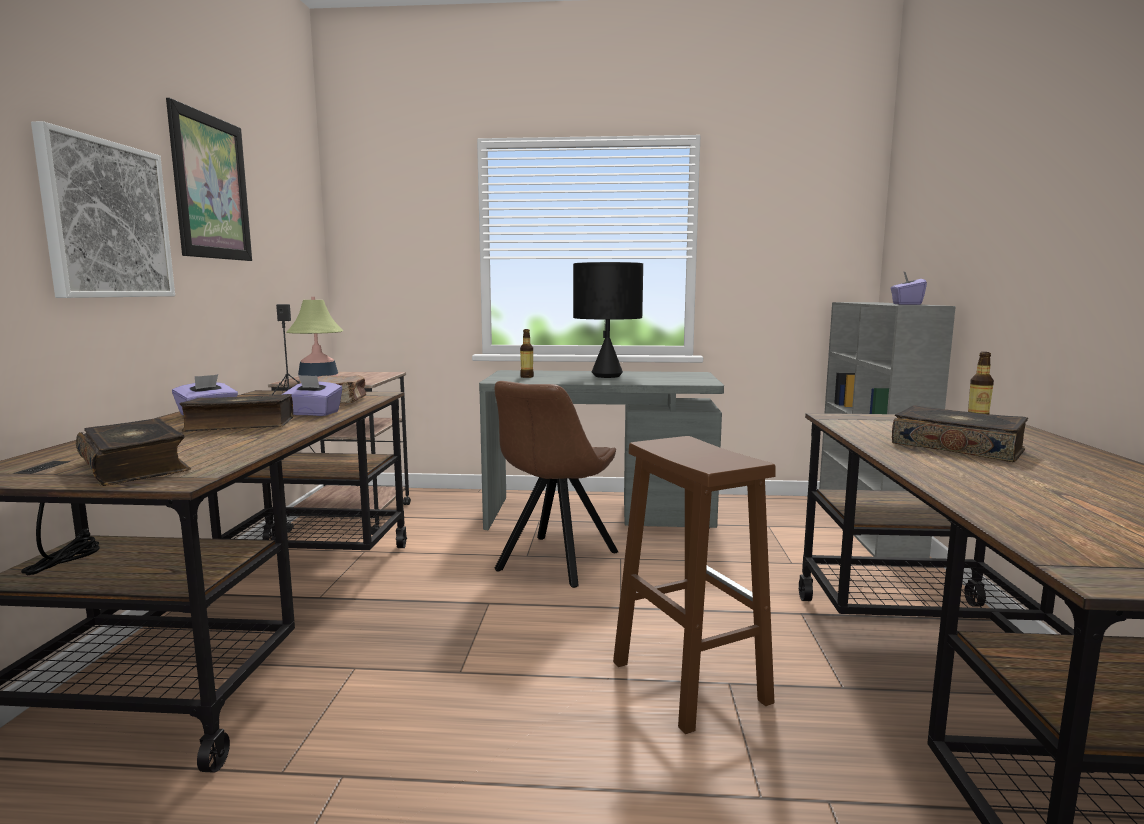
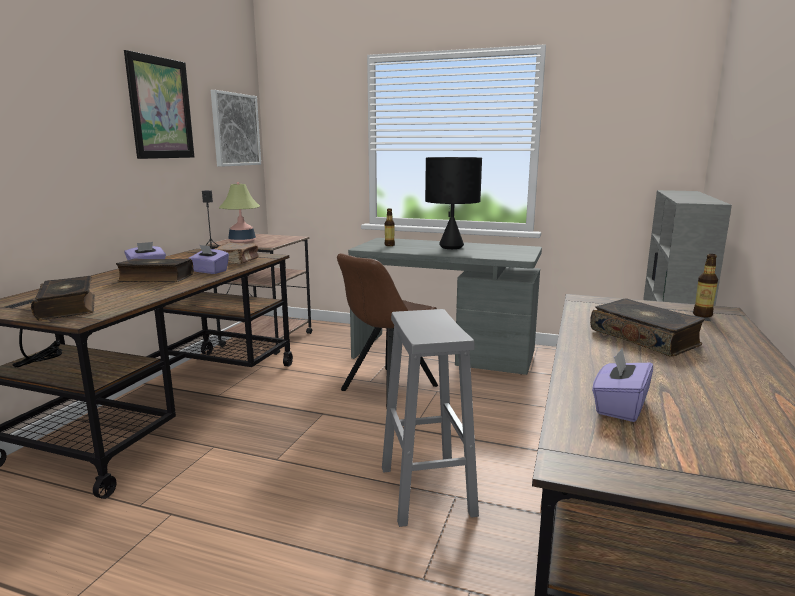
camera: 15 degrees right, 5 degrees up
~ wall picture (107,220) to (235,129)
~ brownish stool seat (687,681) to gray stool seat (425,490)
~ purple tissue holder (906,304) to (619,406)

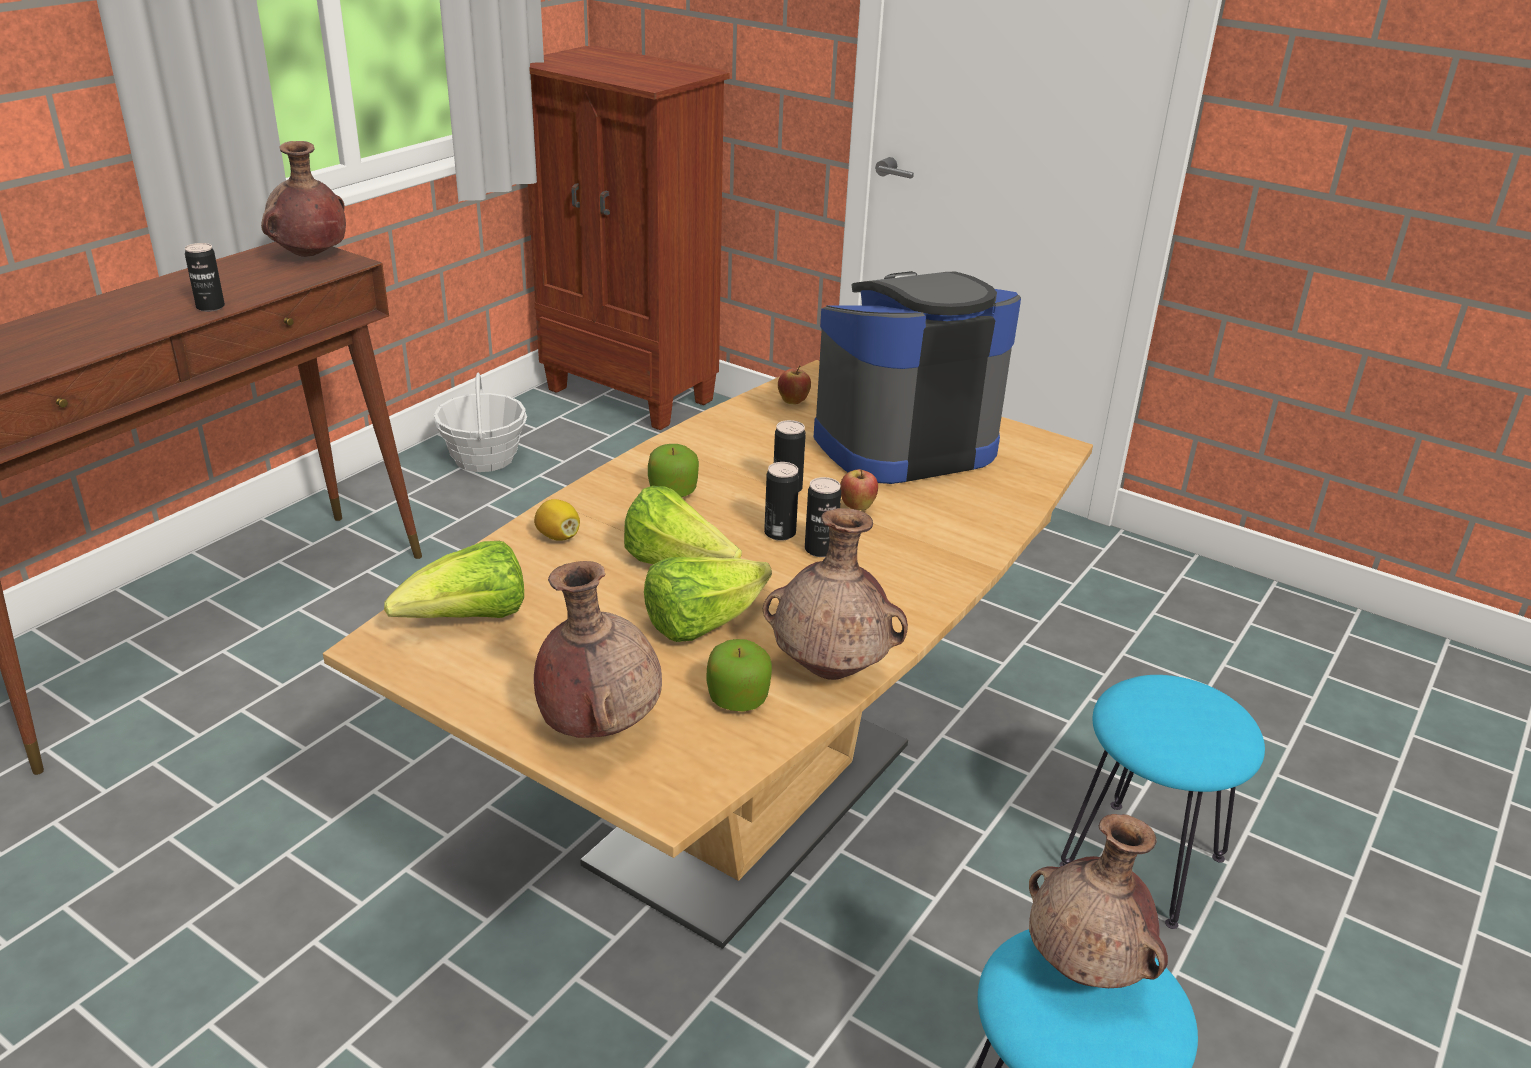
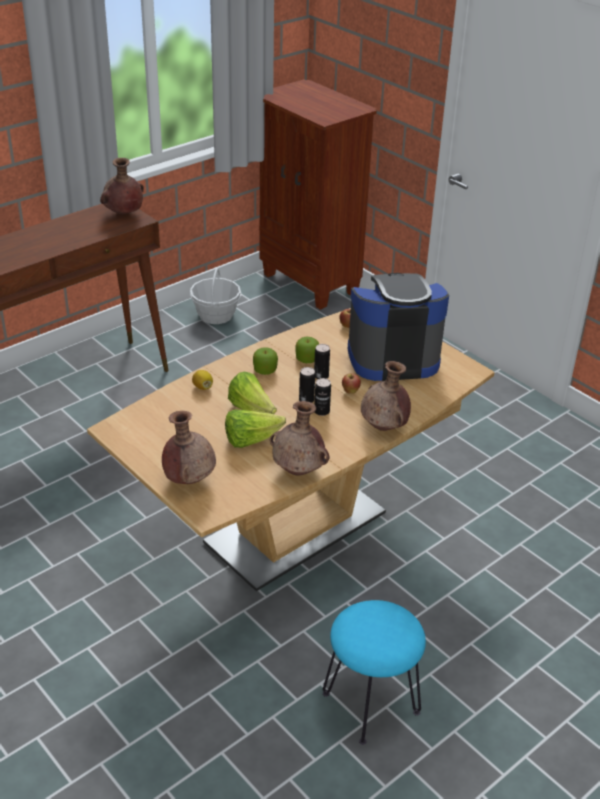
camera: 15 degrees right, 5 degrees up
~ whole apple (738,698) to (307,359)
~ brownish flower vase (1085,968) to (384,427)
- metal can (210,307)
- lettuce head (468,620)
- blue-green stool seat (1142,862)

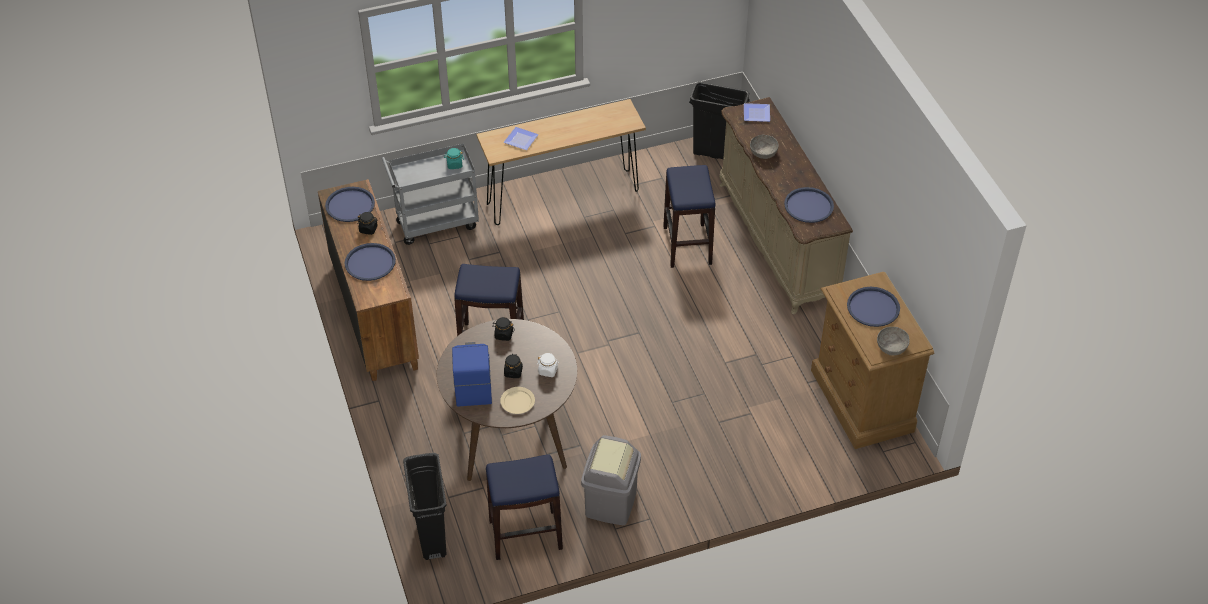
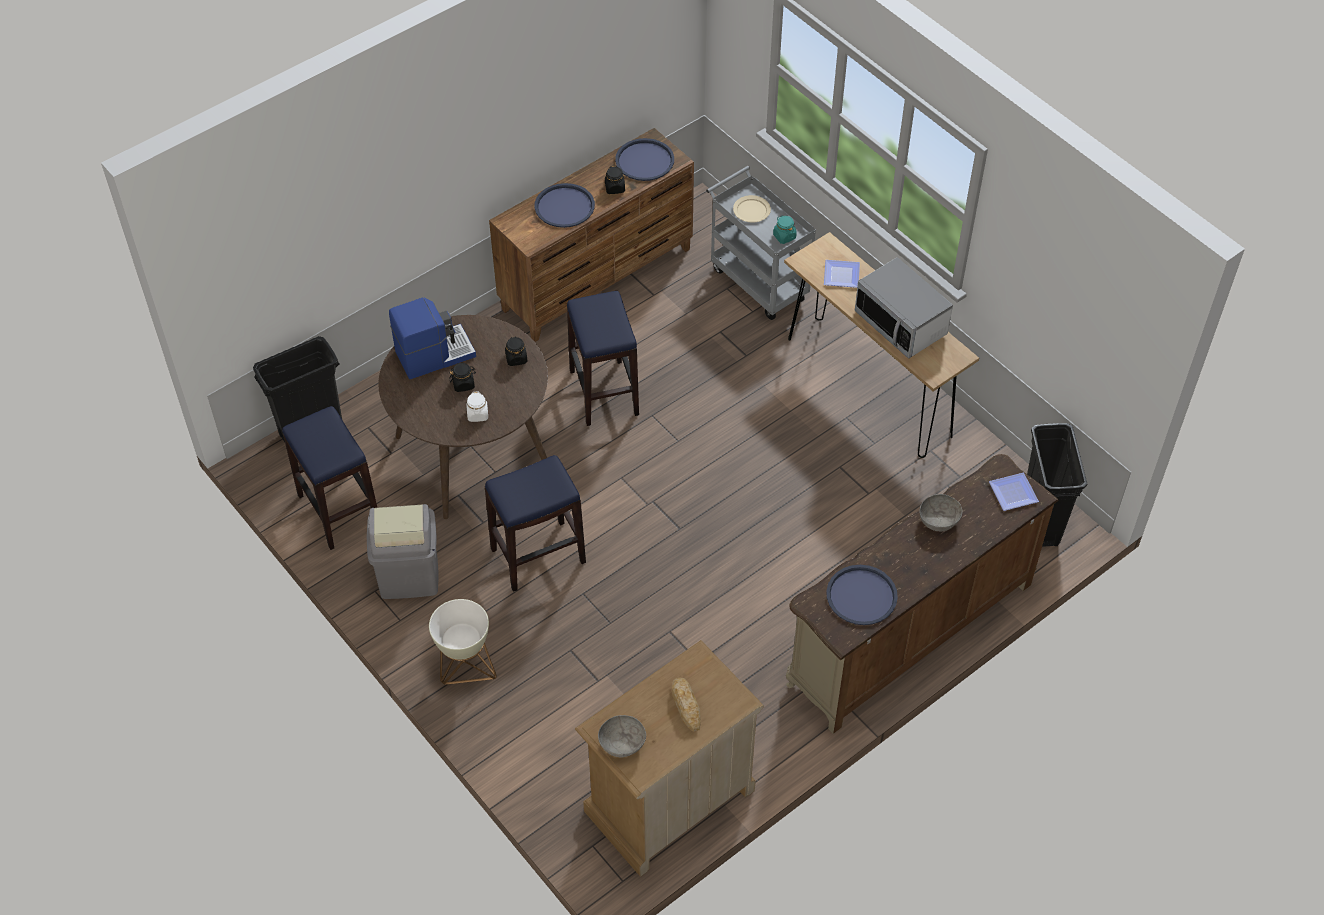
camera: 70 degrees right, 5 degrees up
+ planter (465,667)
~ stool seat (687,246) to (538,556)
~ bluish serving tray (873,307) to bakery bread (686,706)
~ beige-coloured plate (517,402) to (751,210)
+ microwave oven (901,324)

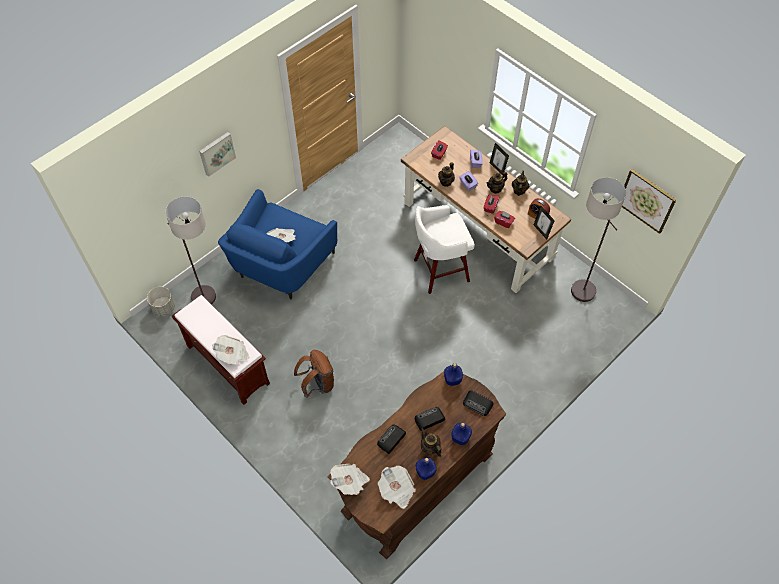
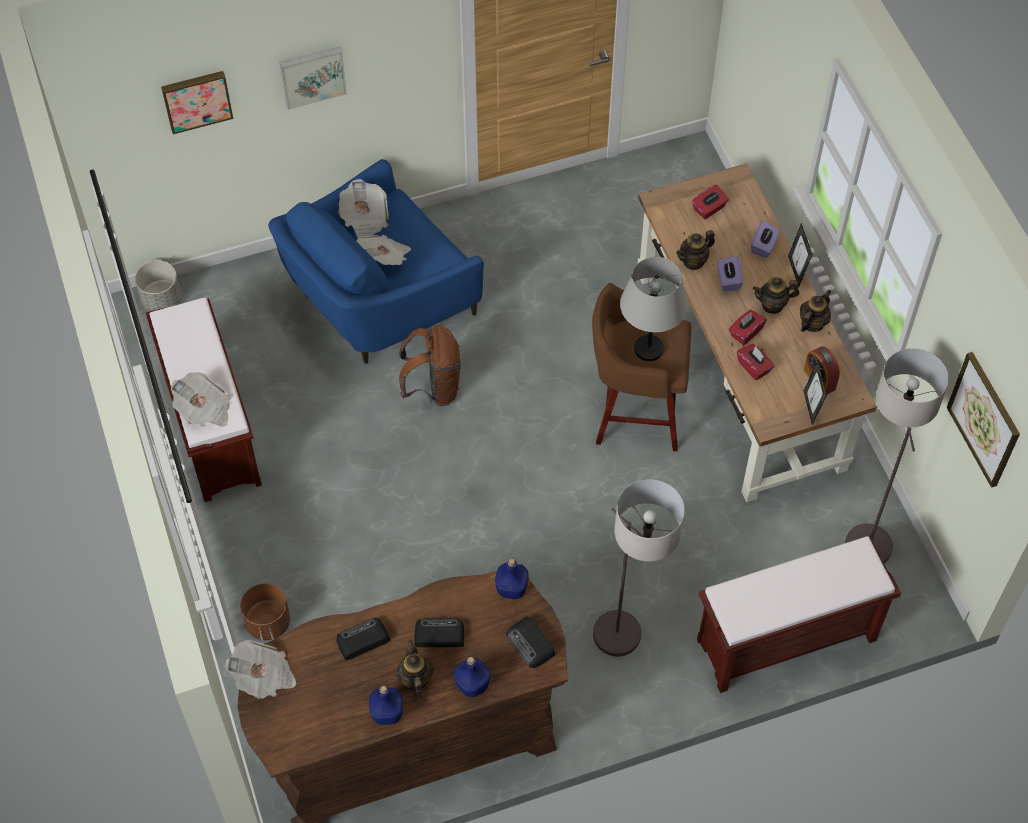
camera: 25 degrees right, 0 degrees up
+ wall picture (196,100)
+ brownish planter (267,622)
~ daily paper (396,490) to (364,219)
~ brownish knapsack (317,384) to (433,388)
~ white-coloured stool seat (439,271) to brownish stool seat (635,413)
~ gray floor lamp (210,299) to (627,644)
+ gray lamp for a table (649,349)
+ brownish indoor bench (784,641)

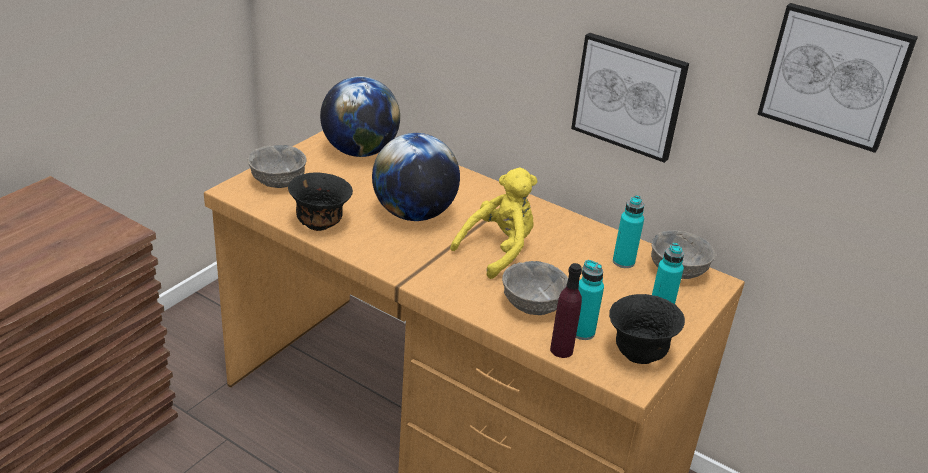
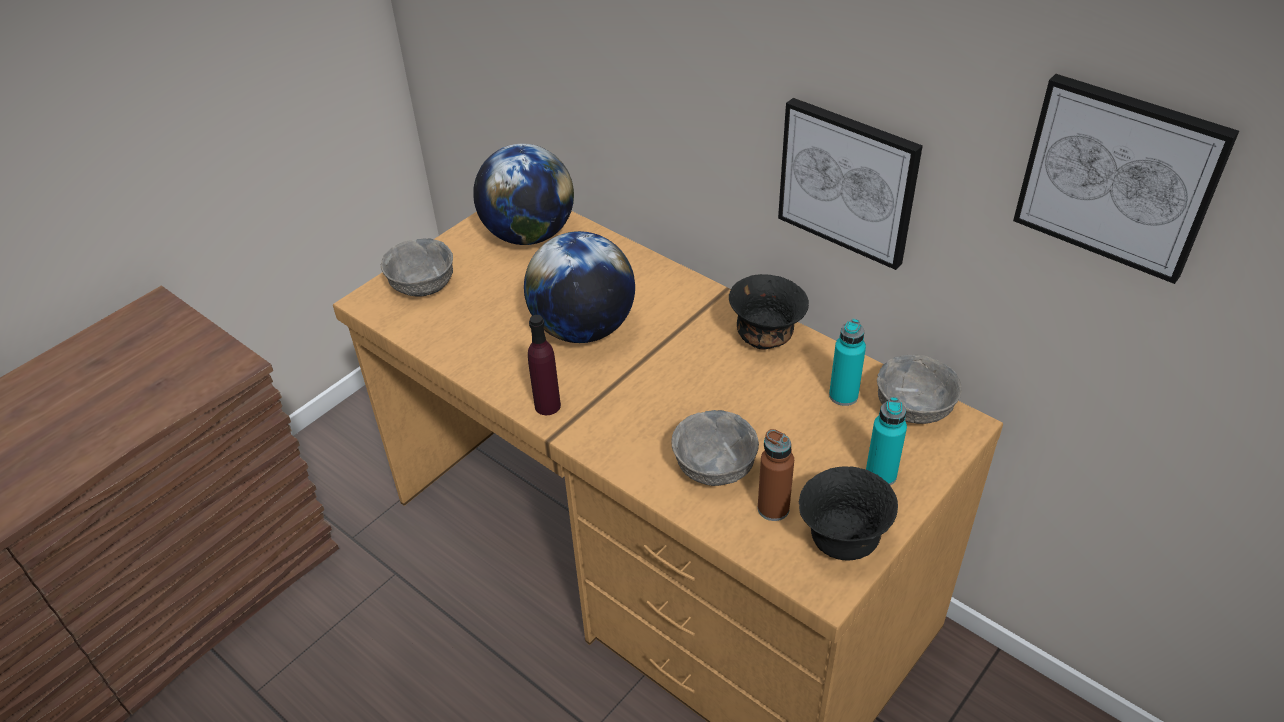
camera: 10 degrees right, 10 degrees up
~ purple drink bottle (561,350) to (547,406)
~ black serving bowl (320,224) to (765,338)
~ blue-green drink bottle (582,332) to brownish drink bottle (773,508)
- yellow-coloured plush toy (498,251)

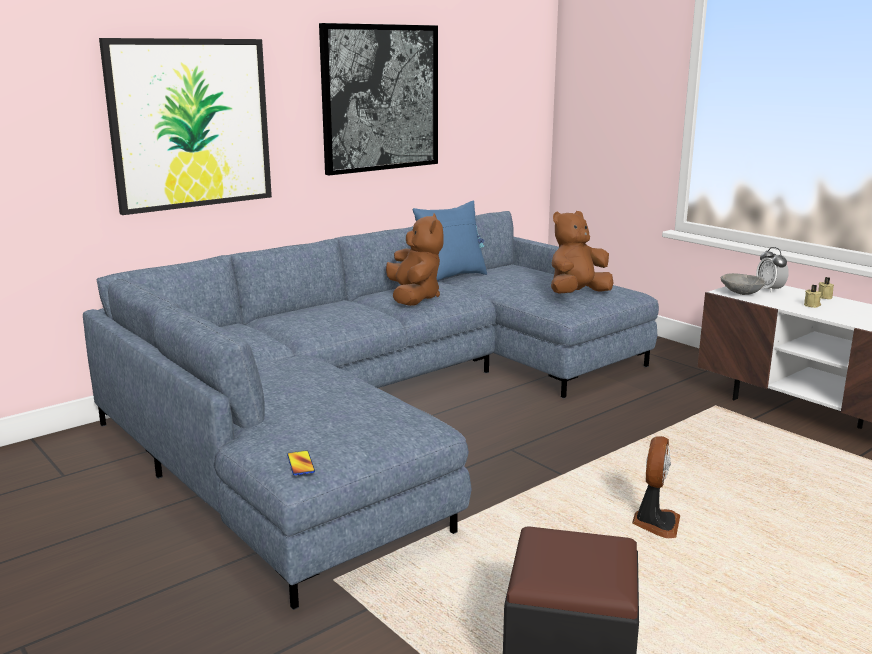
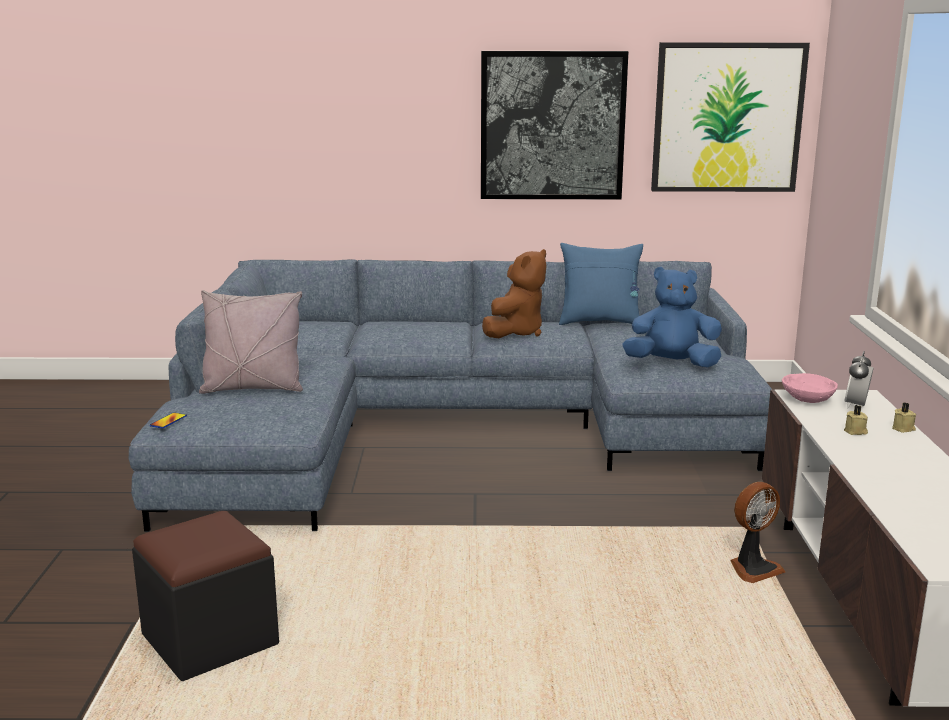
camera: 40 degrees right, 0 degrees up
+ purple pillow (253,389)
~ brownish plush toy (577,294) to bluish plush toy (671,364)
~ wall picture (190,124) to (727,118)
~ electric fan (655,523) to (753,568)
~ gray serving bowl (740,293) to pink-coloured serving bowl (806,400)

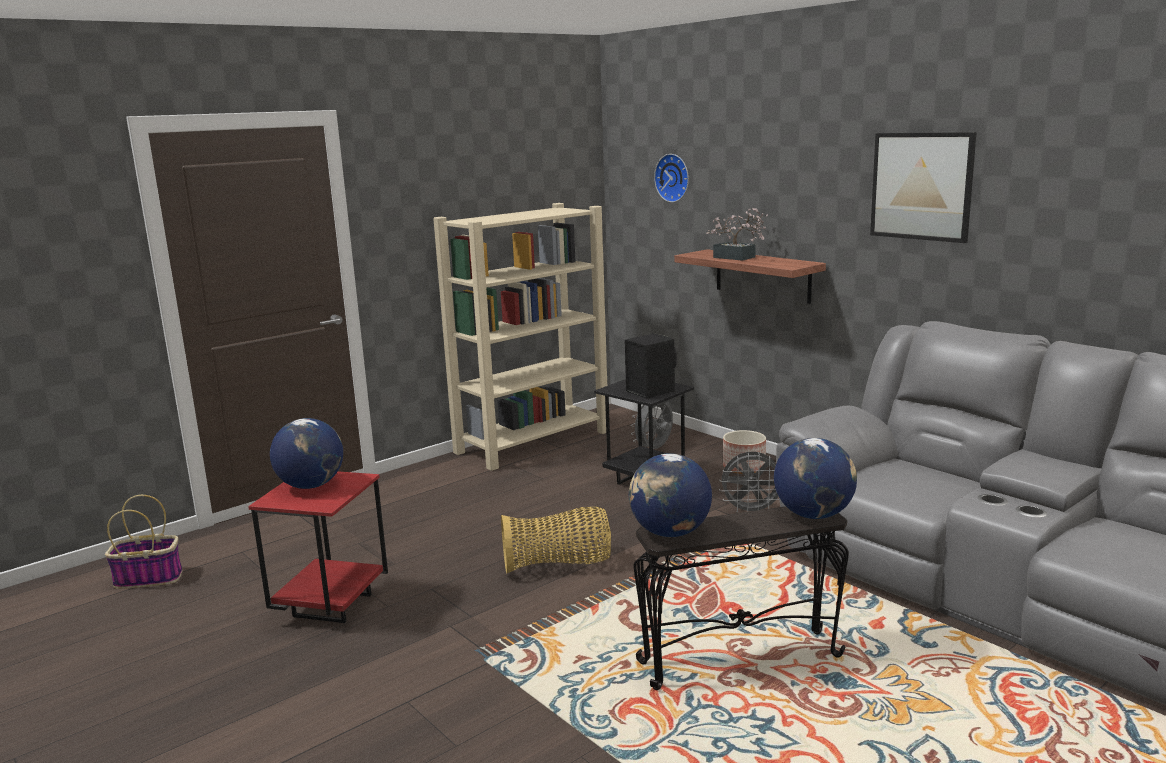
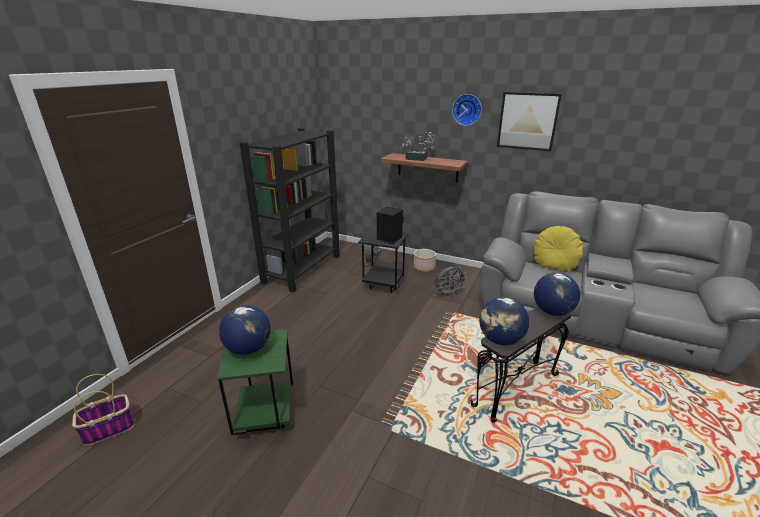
camera: 25 degrees left, 10 degrees up
~ red-coloured accent table (330,606) to green accent table (264,416)
~ beige-coloured shelving unit (532,442) to black shelving unit (302,268)
~ hanging clock (674,177) to (467,109)
+ yellow-coloured pillow (554,267)
- household basket (558,564)

